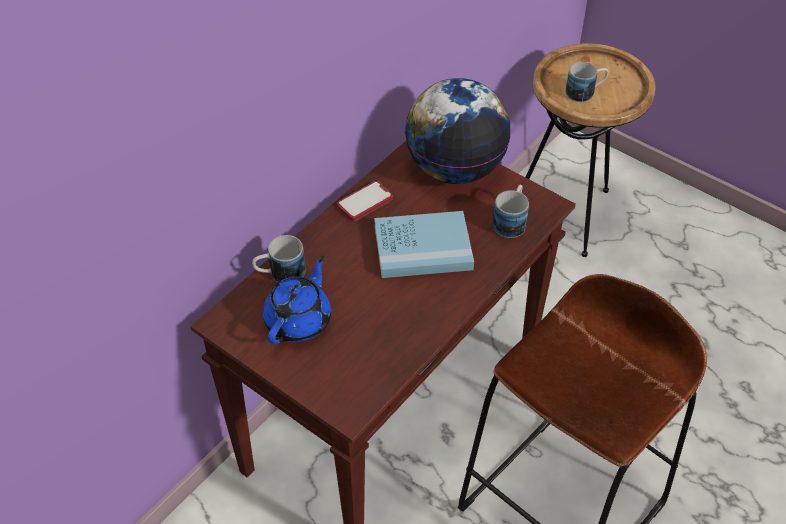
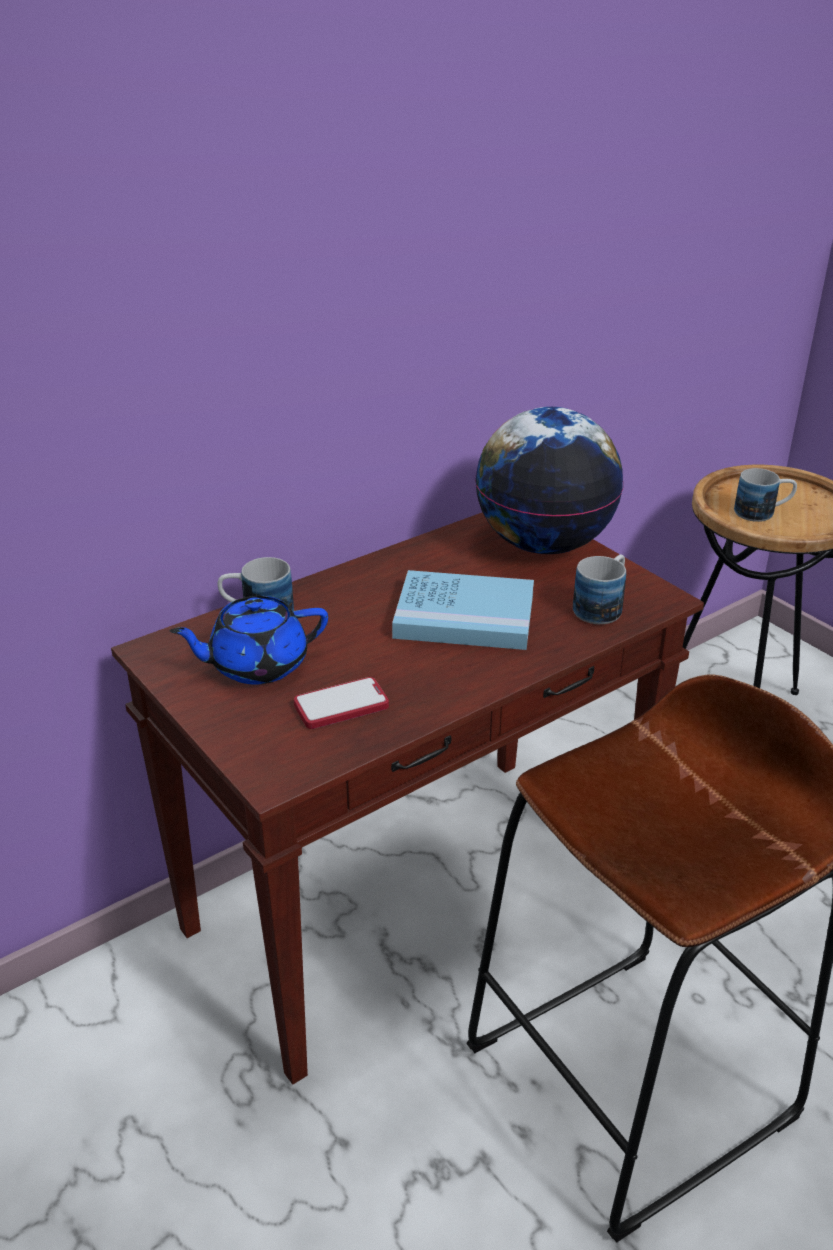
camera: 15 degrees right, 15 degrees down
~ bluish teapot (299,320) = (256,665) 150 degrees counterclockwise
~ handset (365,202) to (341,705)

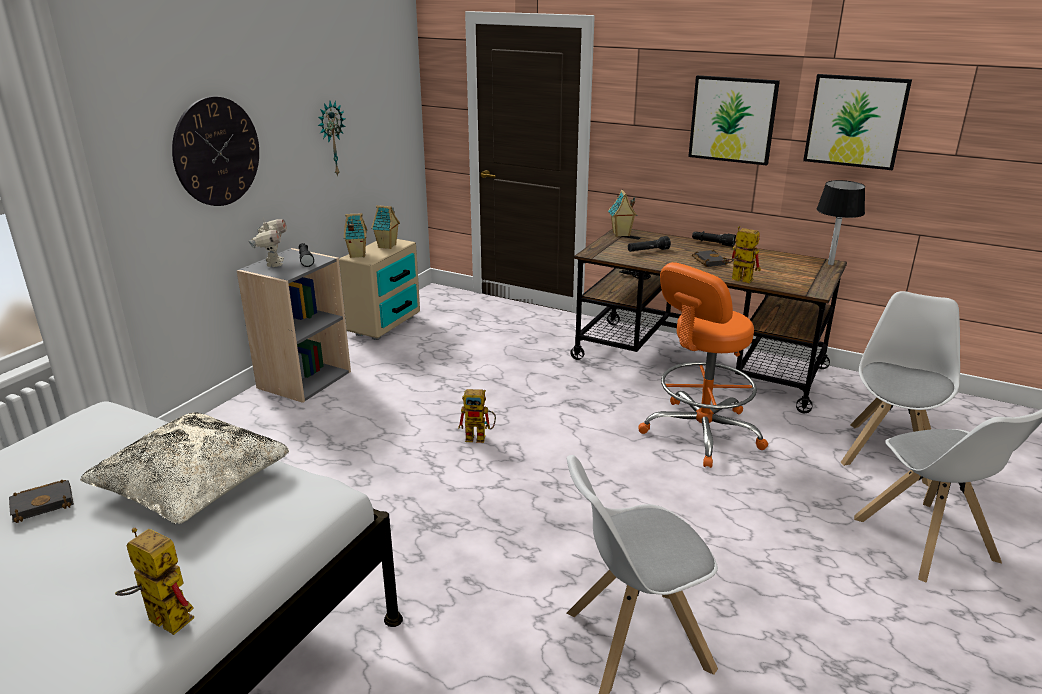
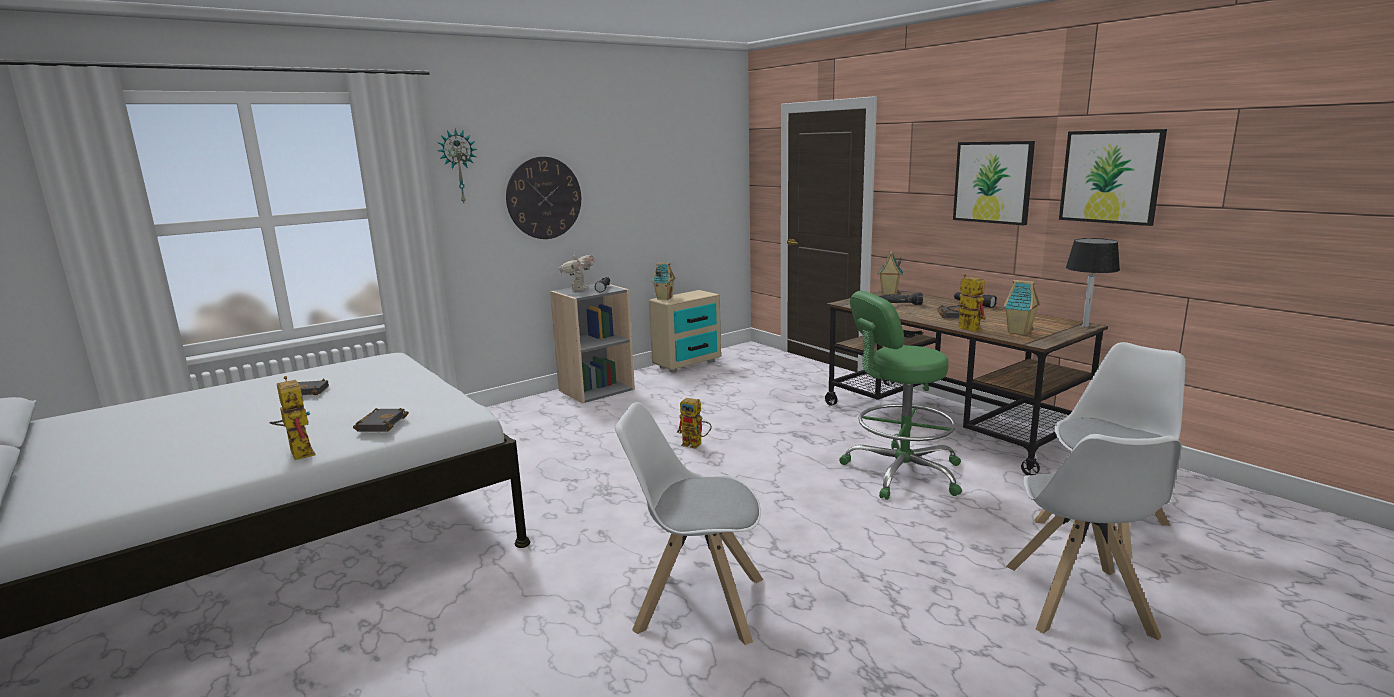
camera: 25 degrees right, 10 degrees down
+ black bound book (381,424)
~ hanging clock (331,138) to (458,166)
~ orangey stool seat (700,433) to green stool seat (901,473)
~ model house (387,246) to (1019,332)
- beige-coloured pillow (192,482)

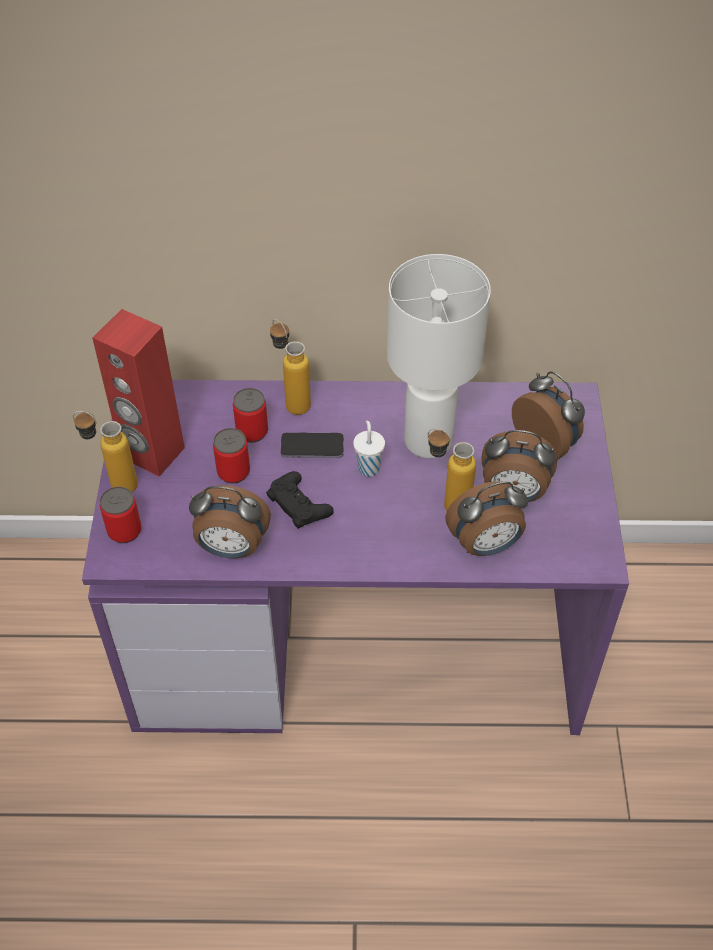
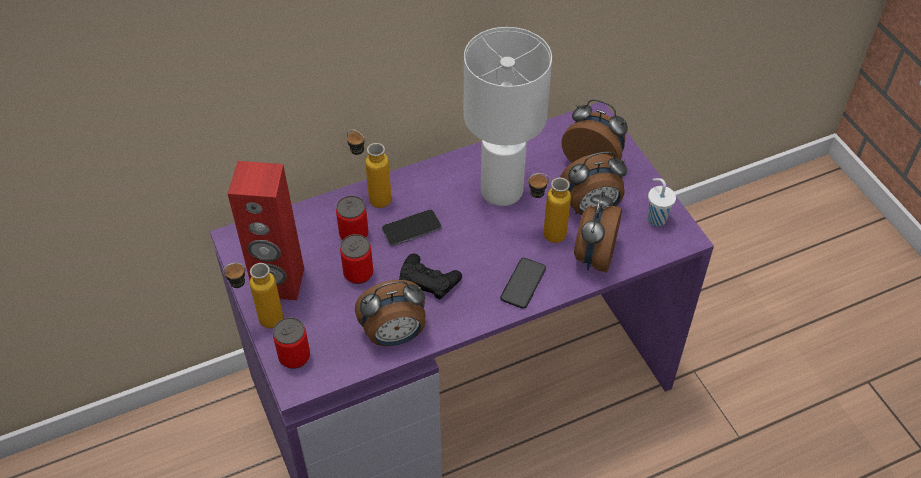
camera: 25 degrees left, 0 degrees up
+ handset (523,284)
~ bedside clock (485,545) = (593,256) 150 degrees clockwise
~ white-coloured small cup (368,467) to (656,218)

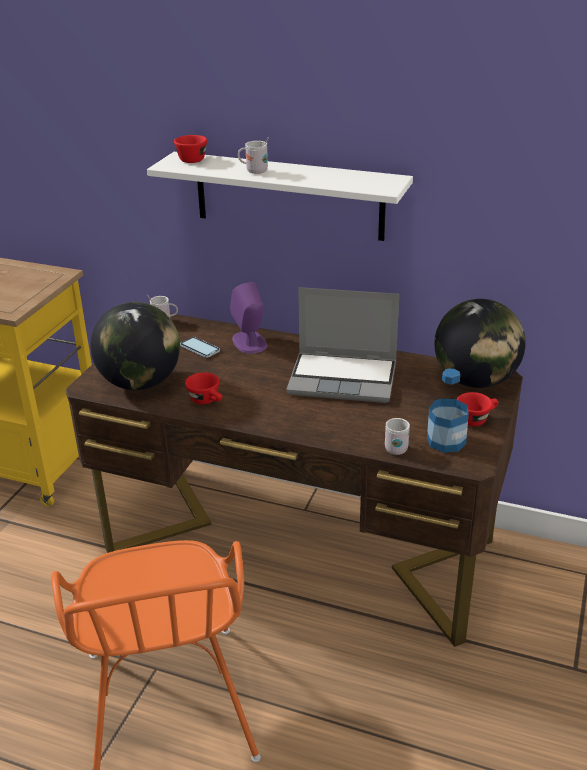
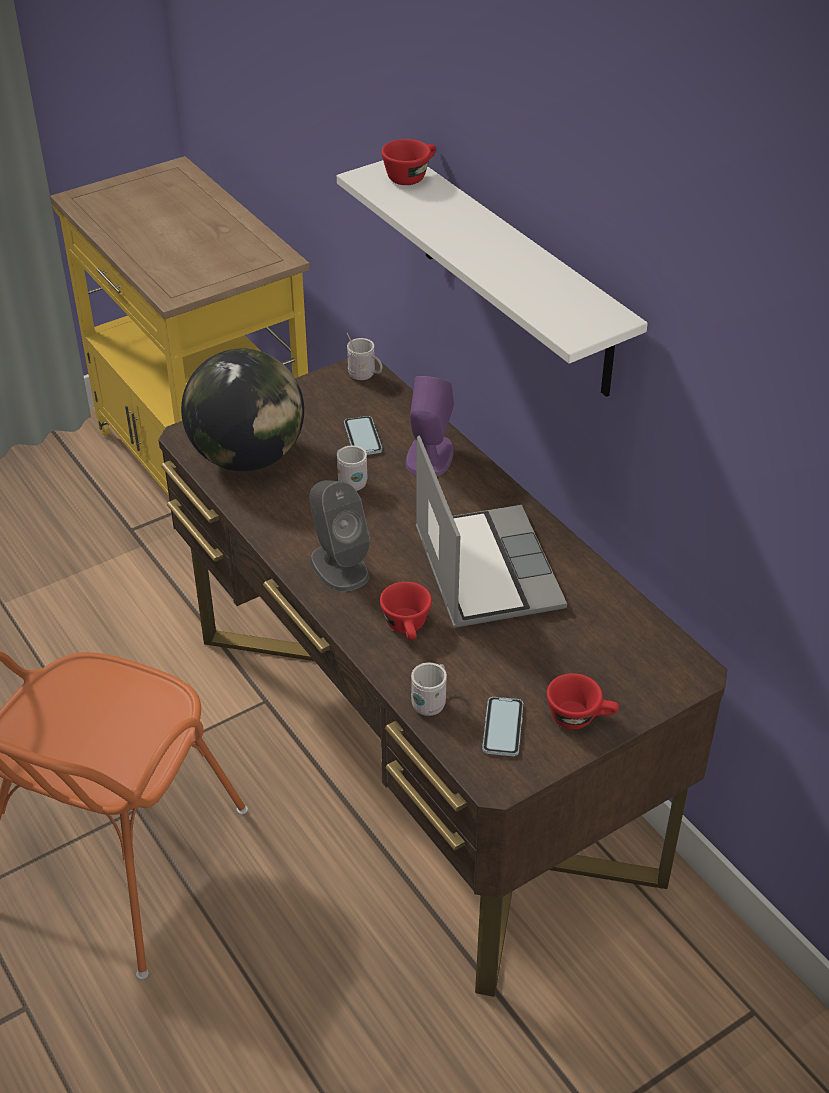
camera: 35 degrees right, 10 degrees up
+ gray speaker (339,566)
~ white-coloured mug (254,171) to (350,482)
~ red-coloured small cup (207,401) to (408,628)
~ laptop (344,378) = (484,568) 150 degrees counterclockwise
~ drink bottle (446,441) to handset (503,728)
- world globe (475,381)

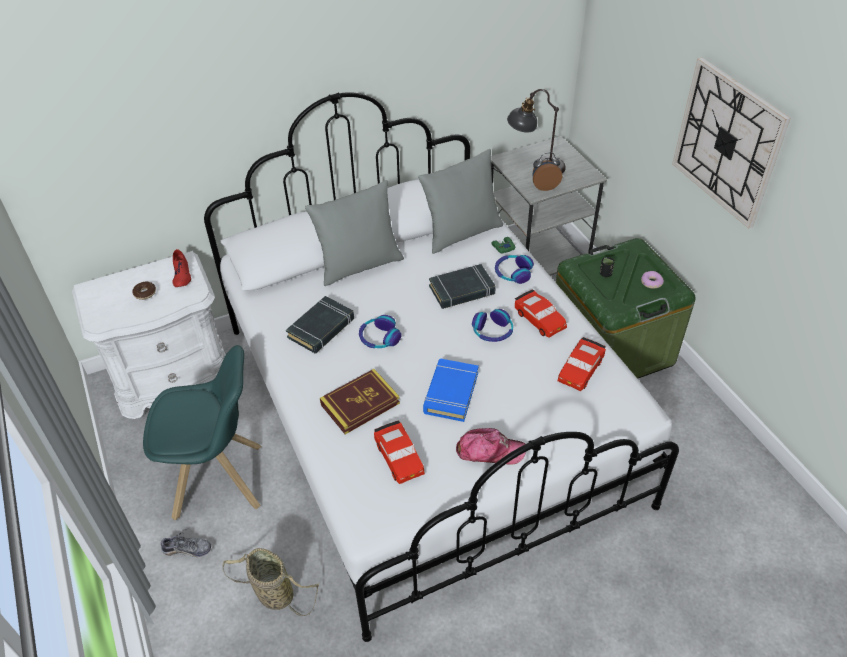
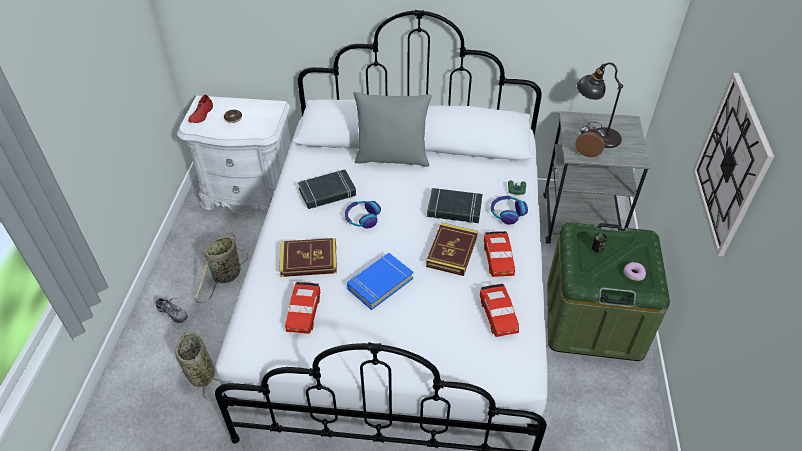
camera: 30 degrees right, 0 degrees up
~ red-coloured low shoe (181,275) to (201,115)
~ blue-green plain chair (219,480) to household basket (226,277)
~ pair of headphones (492,331) to bound book (452,251)
~ red-coloured toy car (580,369) = (498,315) 75 degrees counterclockwise
- gray pillow (461,233)
- baseball cap (489,451)

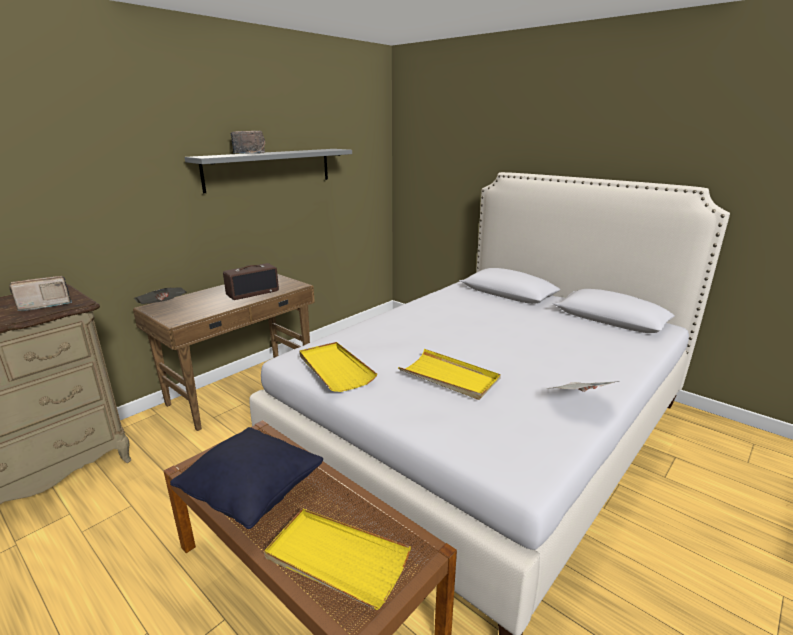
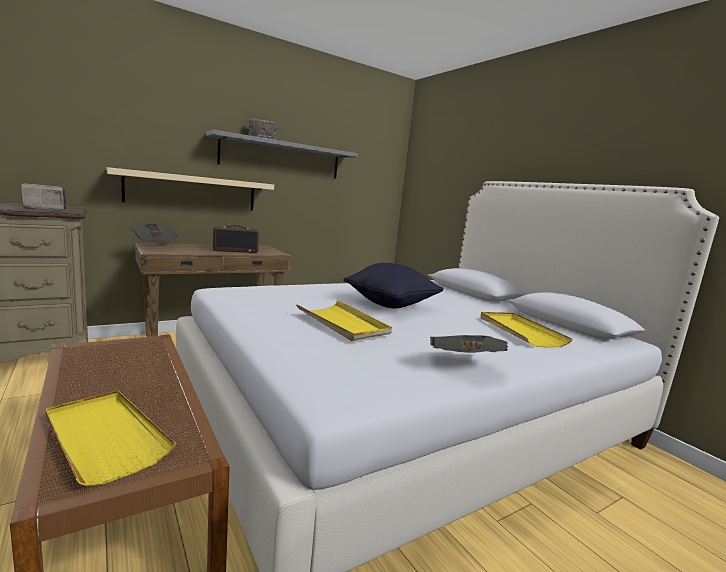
camera: 15 degrees right, 10 degrees down
+ beige-coloured wall shelf (192,191)
~ black pillow (252,495) to (391,304)
~ yellow-coloured serving tray (335,369) to (520,331)

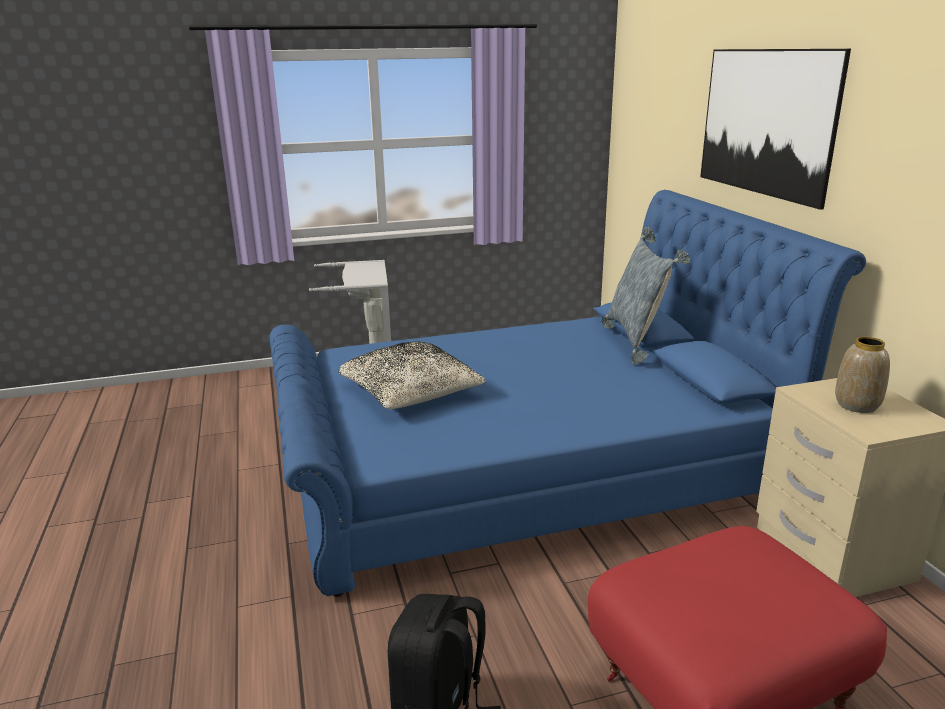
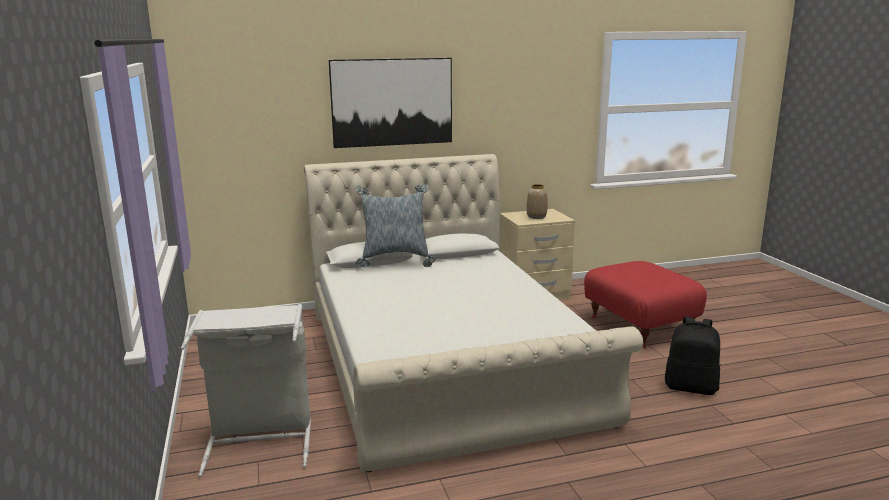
camera: 90 degrees left, 5 degrees down
~ bluish sleeping bed (524,462) to beige-coloured sleeping bed (444,362)
- beige-coloured pillow (411,391)

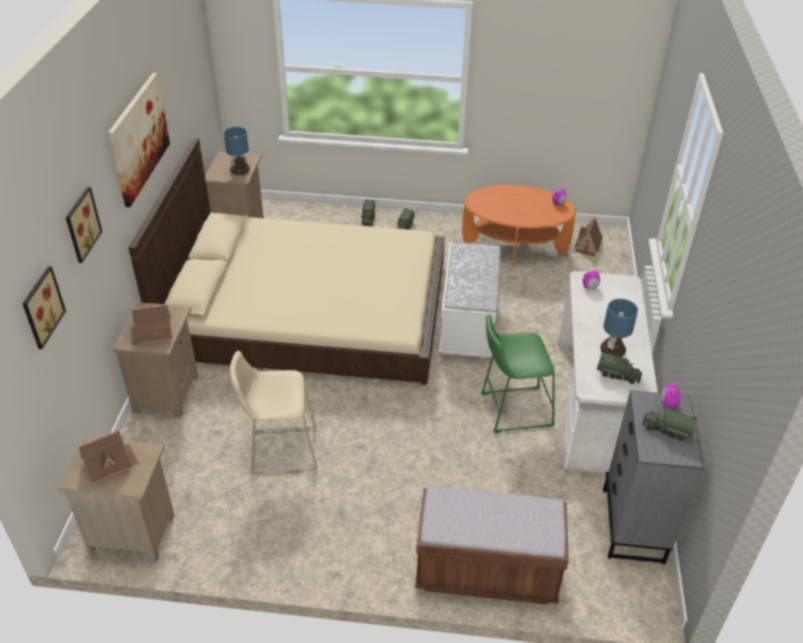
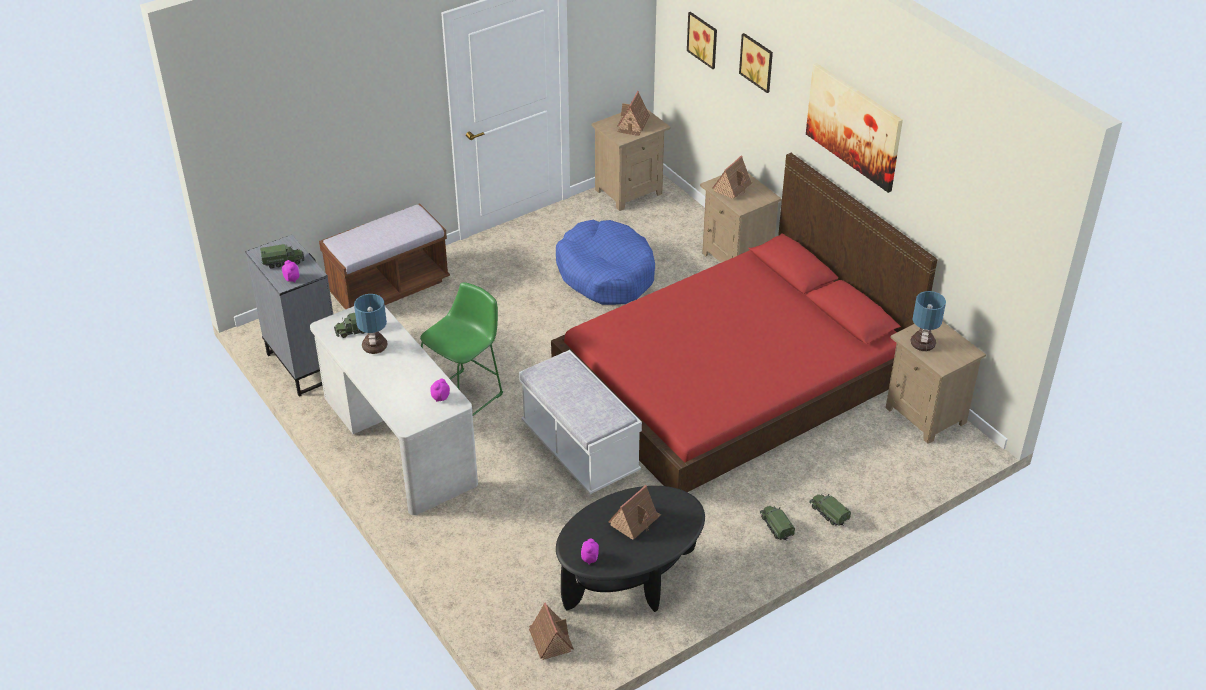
camera: 140 degrees right, 0 degrees up
~ beige-coloured sleeping bed (308,310) to red-coloured sleeping bed (734,377)
~ beige-coloured stool seat (280,449) to bluish dog bed (606,274)
~ orangey lounge table (514,247) to black lounge table (630,579)
+ model house (635,521)

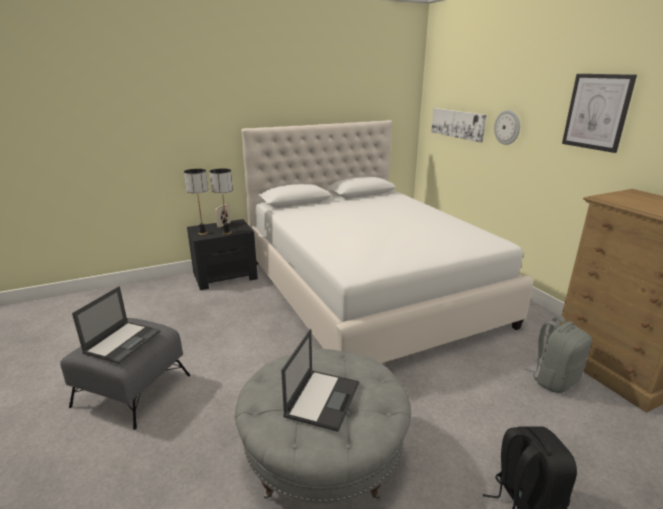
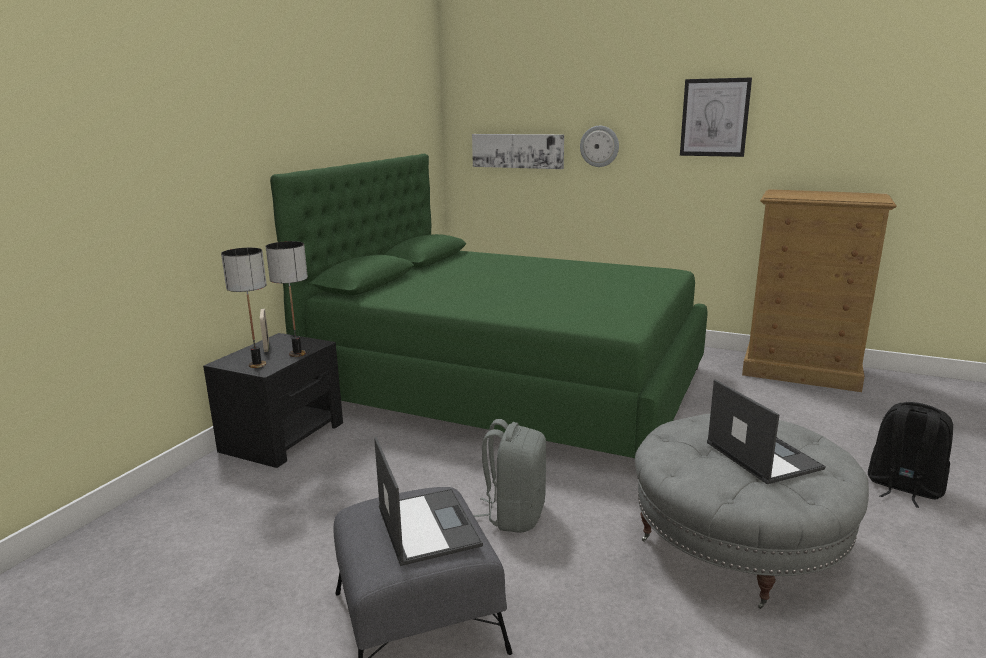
camera: 40 degrees left, 5 degrees down
~ white-coloured sleeping bed (368,291) to green sleeping bed (509,386)
~ gray knapsack (554,380) to (514,514)

